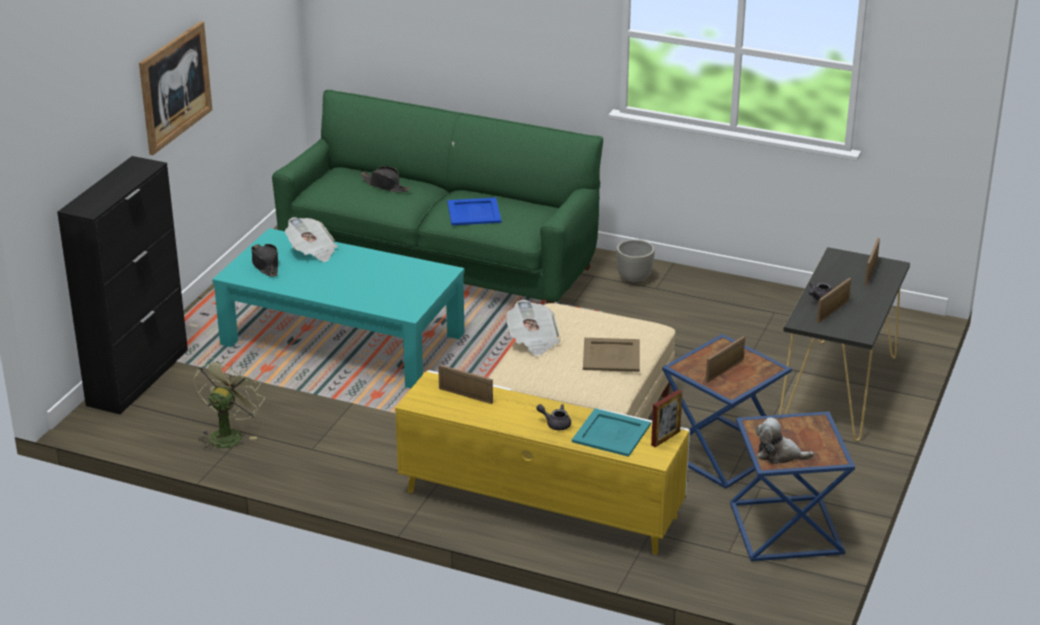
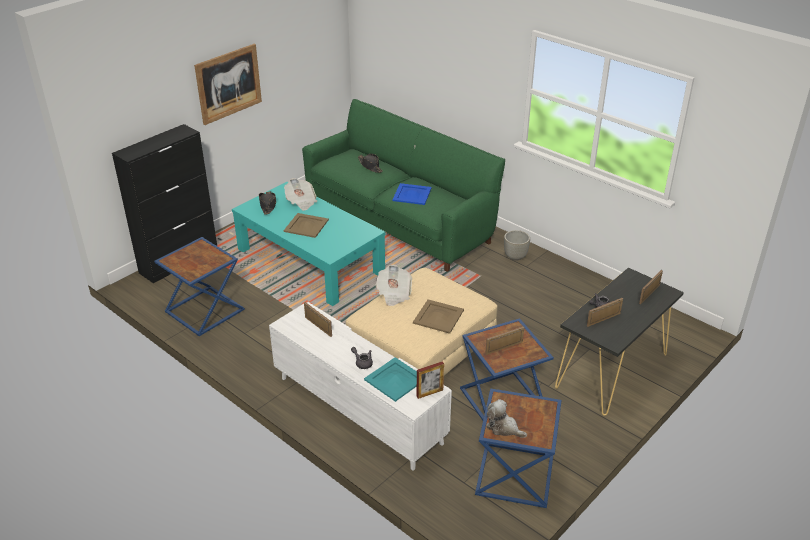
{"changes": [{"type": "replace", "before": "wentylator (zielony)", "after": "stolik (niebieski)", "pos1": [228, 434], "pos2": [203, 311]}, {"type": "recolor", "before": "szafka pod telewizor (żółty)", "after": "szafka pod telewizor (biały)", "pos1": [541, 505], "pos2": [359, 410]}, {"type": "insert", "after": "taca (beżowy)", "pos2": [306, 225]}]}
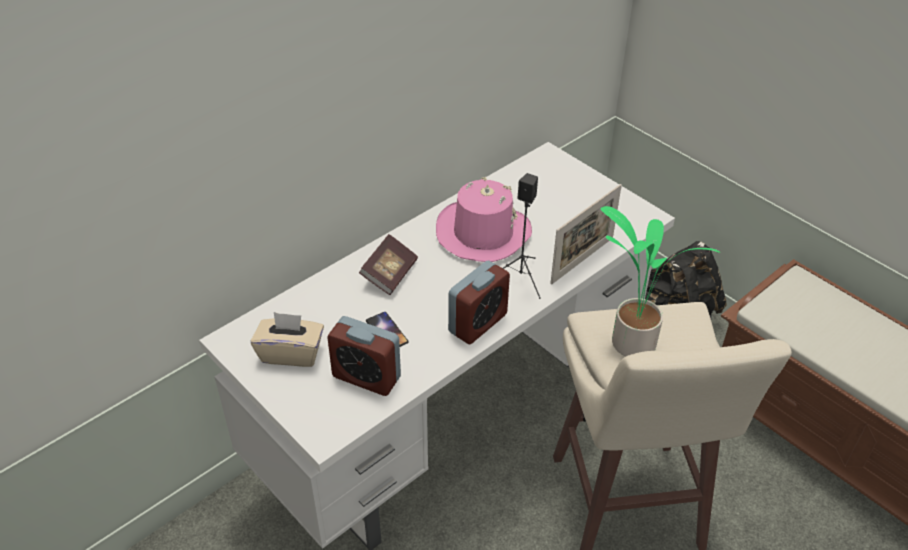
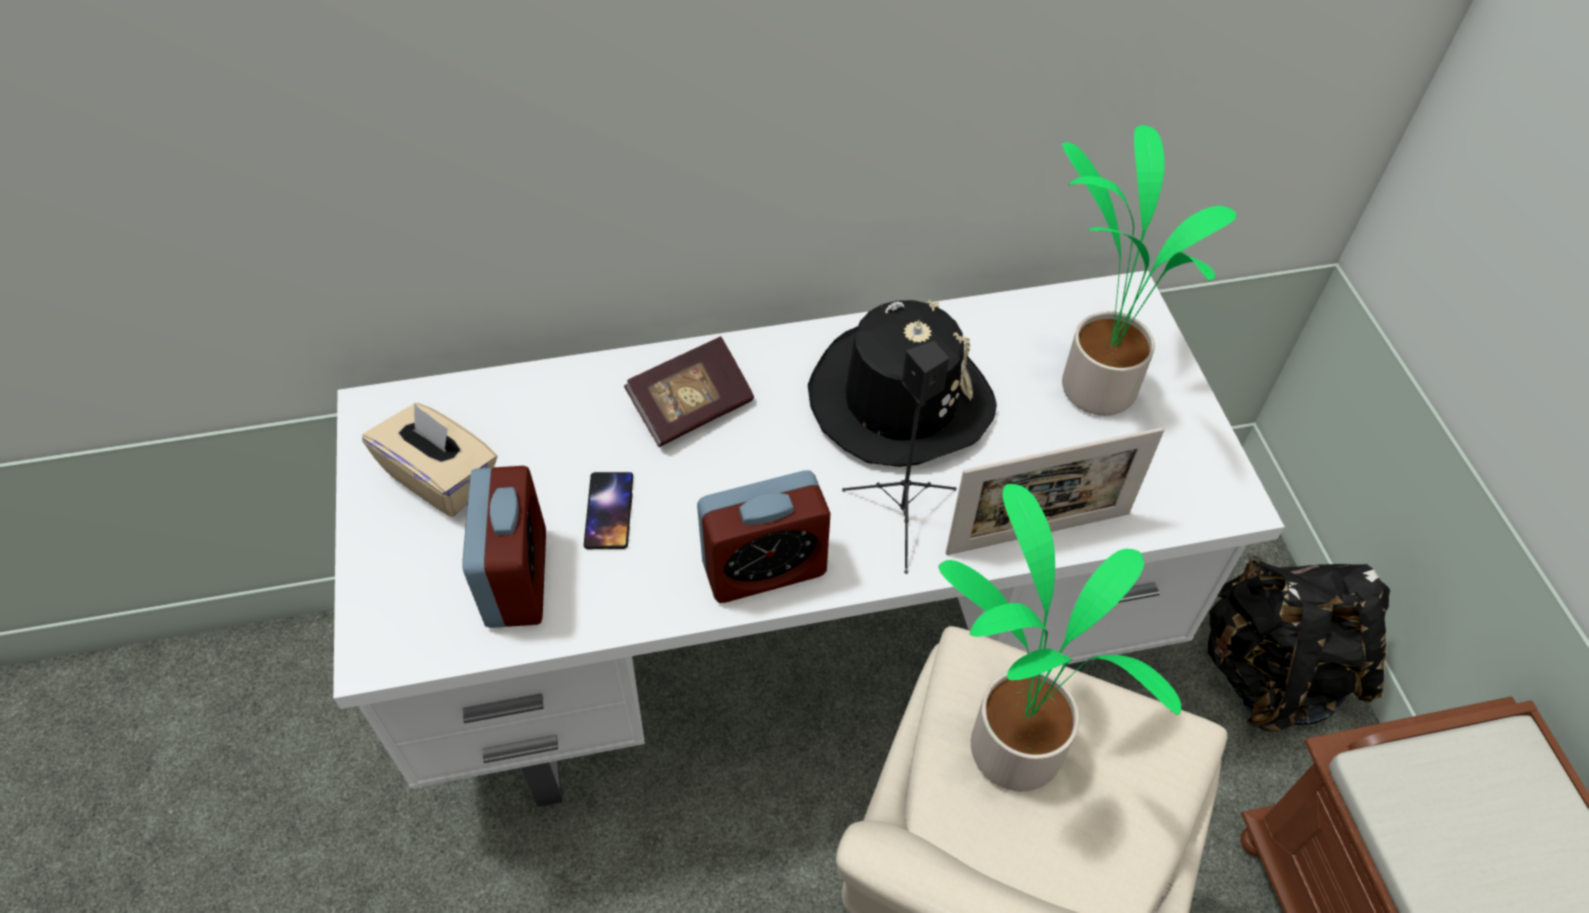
{"changes": [{"type": "rotate", "before": "budzik", "pos1": [366, 377], "pos2": [517, 578], "turn": -150}, {"type": "recolor", "before": "kapelusz (różowy)", "after": "kapelusz (czarny)", "pos1": [482, 233], "pos2": [899, 399]}, {"type": "insert", "after": "roślina doniczkowa", "pos2": [1093, 385]}]}
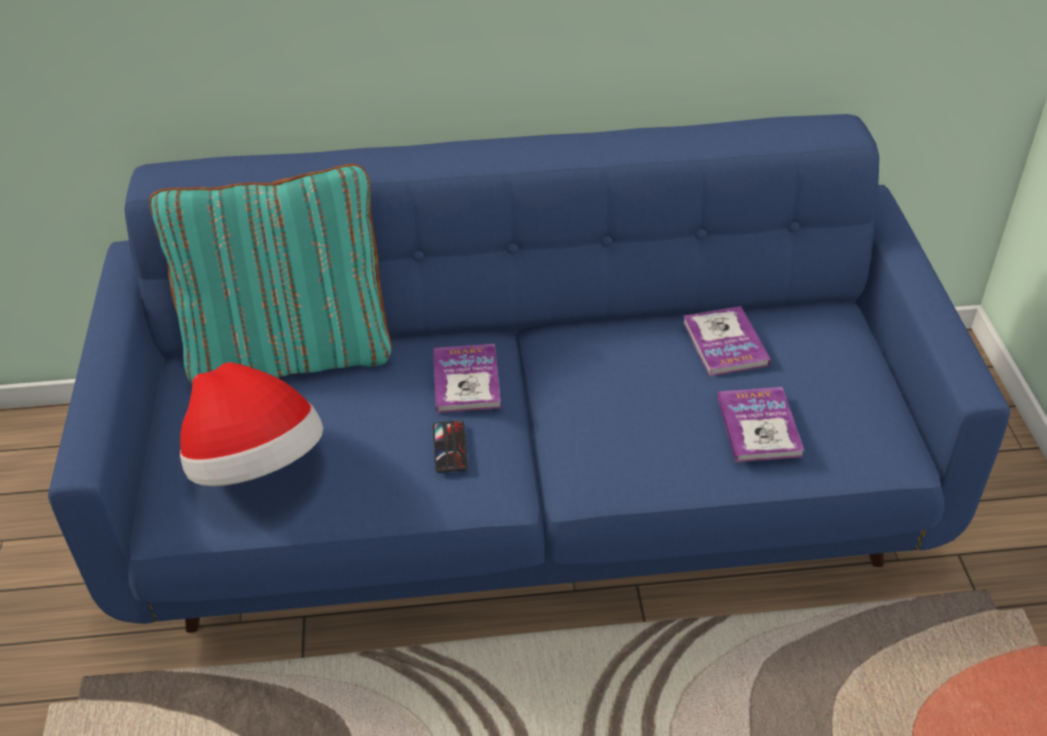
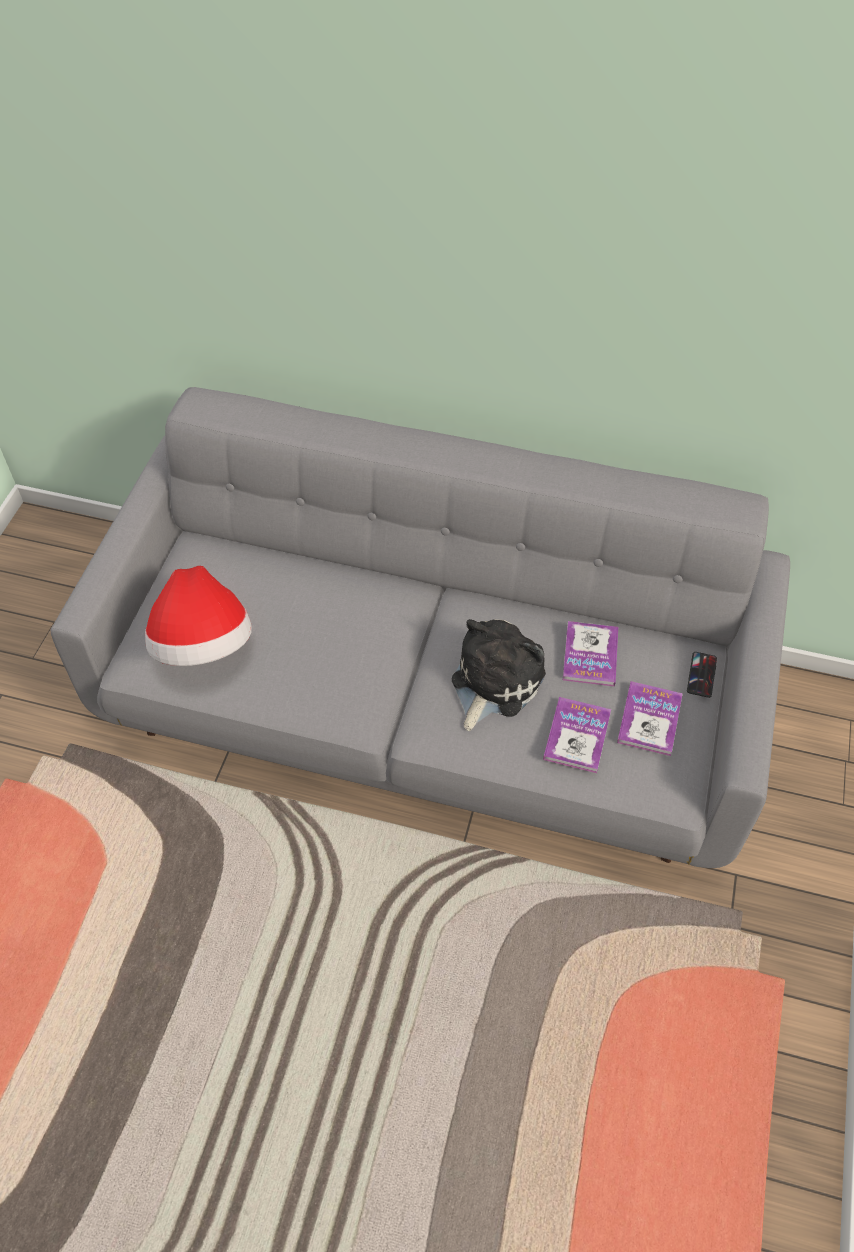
{"changes": [{"type": "recolor", "before": "kanapa (niebieski)", "after": "kanapa (szary)", "pos1": [528, 490], "pos2": [429, 705]}, {"type": "delete", "before": "poduszka (turkusowy)", "pos1": [291, 353]}, {"type": "move", "before": "książka", "pos1": [466, 380], "pos2": [649, 719]}, {"type": "move", "before": "telefon", "pos1": [450, 447], "pos2": [701, 675]}, {"type": "insert", "after": "pluszak", "pos2": [493, 682]}]}
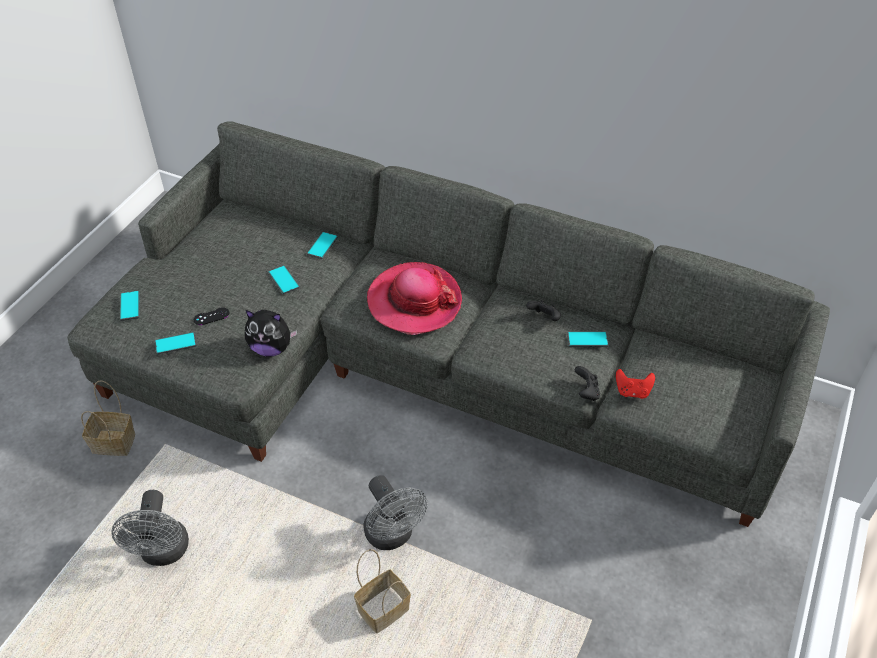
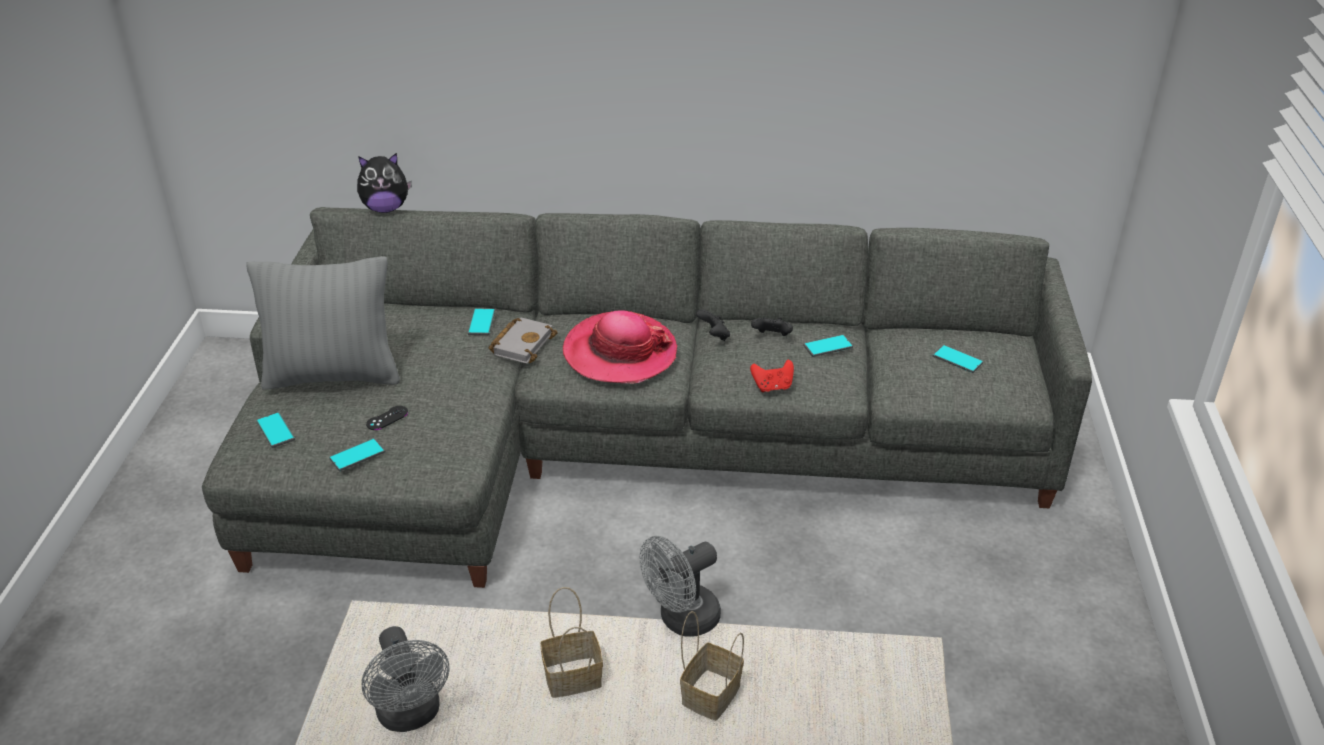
{"changes": [{"type": "move", "before": "koszyk", "pos1": [115, 442], "pos2": [574, 677]}, {"type": "move", "before": "pluszak", "pos1": [271, 348], "pos2": [386, 208]}, {"type": "move", "before": "telefon", "pos1": [283, 280], "pos2": [957, 359]}, {"type": "rotate", "before": "wentylator (szary)", "pos1": [392, 536], "pos2": [681, 620], "turn": 105}, {"type": "move", "before": "pad do gier (czarny)", "pos1": [586, 392], "pos2": [714, 335]}, {"type": "move", "before": "pad do gier (czerwony)", "pos1": [632, 391], "pos2": [772, 387]}, {"type": "insert", "after": "poduszka (szary)", "pos2": [333, 375]}, {"type": "insert", "after": "książka (szary)", "pos2": [522, 343]}]}
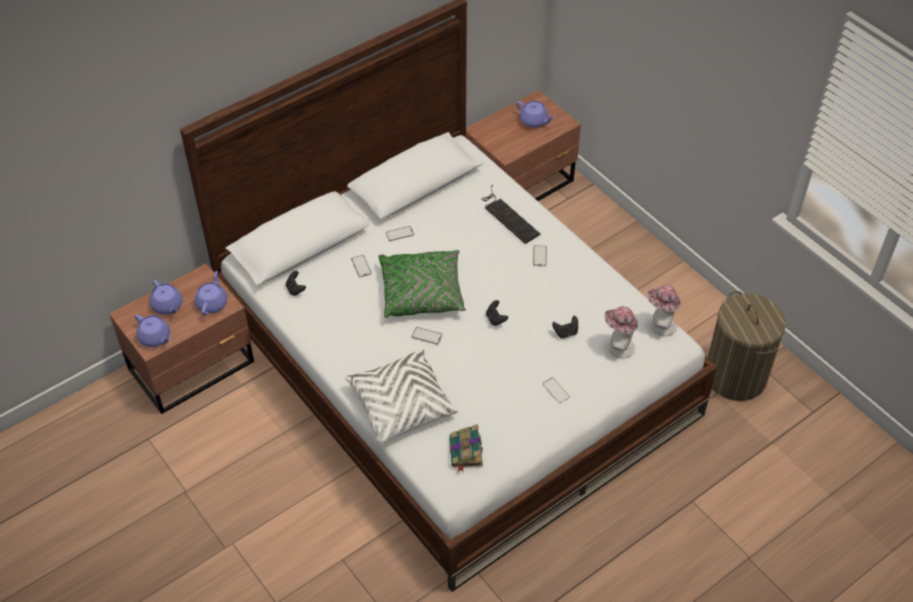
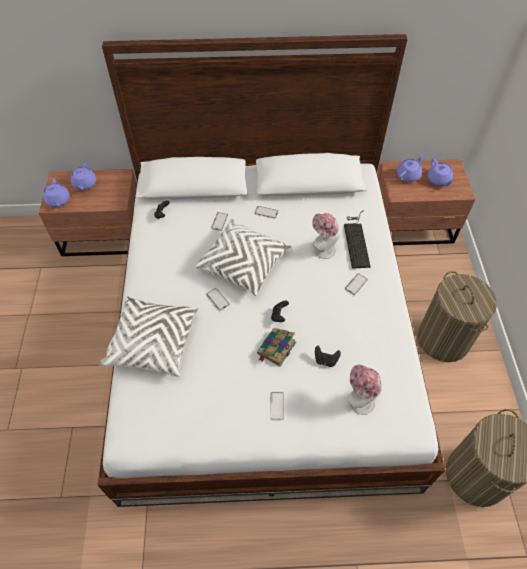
{"changes": [{"type": "move", "before": "imbryk (fioletowy)", "pos1": [212, 303], "pos2": [408, 175]}, {"type": "recolor", "before": "poduszka (zielony)", "after": "poduszka (biały)", "pos1": [422, 292], "pos2": [244, 264]}, {"type": "move", "before": "książka", "pos1": [466, 452], "pos2": [276, 349]}, {"type": "move", "before": "kapelusz", "pos1": [660, 325], "pos2": [322, 248]}, {"type": "insert", "after": "kosz na pranie", "pos2": [443, 339]}]}
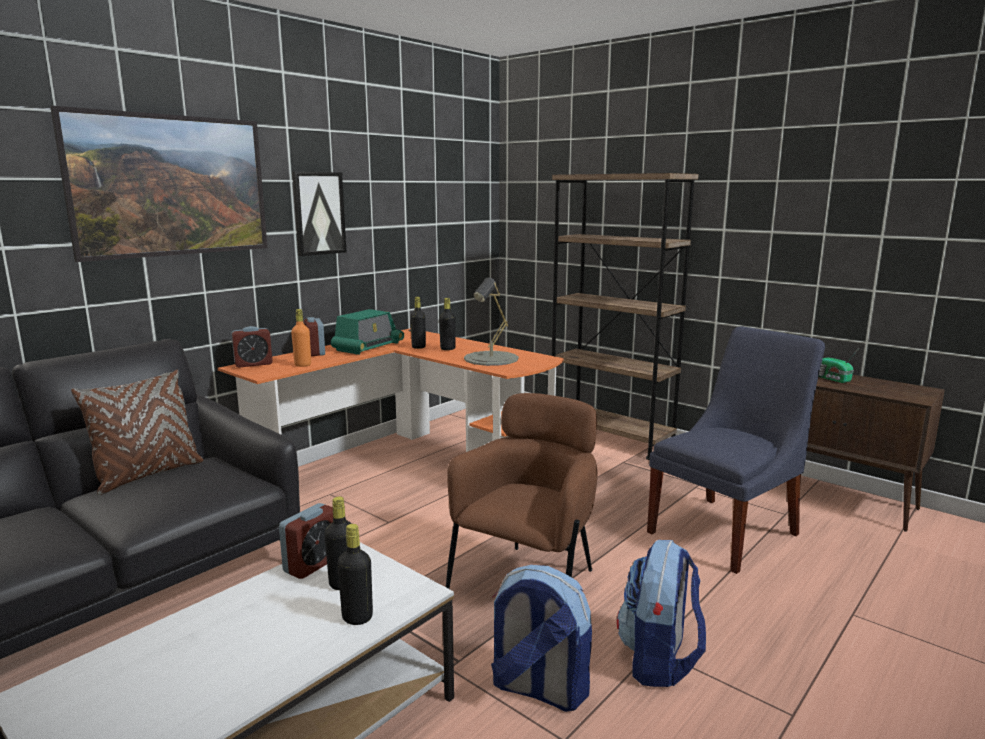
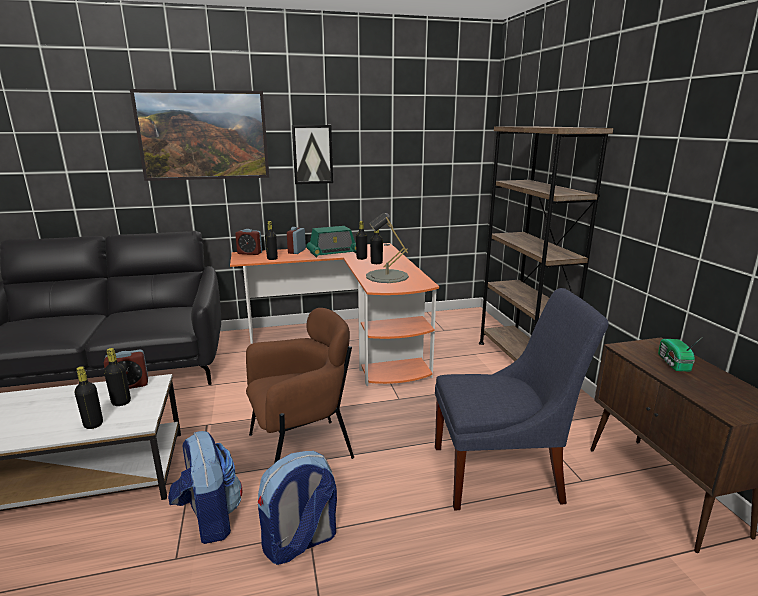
{"changes": [{"type": "delete", "before": "poduszka (brązowy)", "pos1": [147, 475]}, {"type": "recolor", "before": "butelka (pomarańczowy)", "after": "butelka (czarny)", "pos1": [303, 365], "pos2": [272, 259]}]}
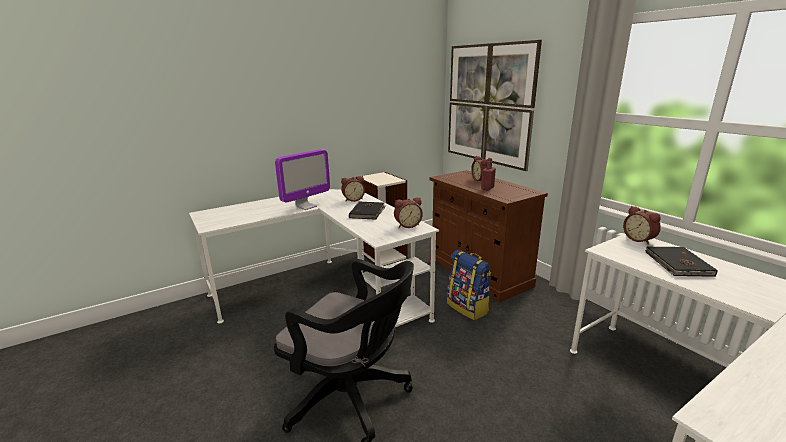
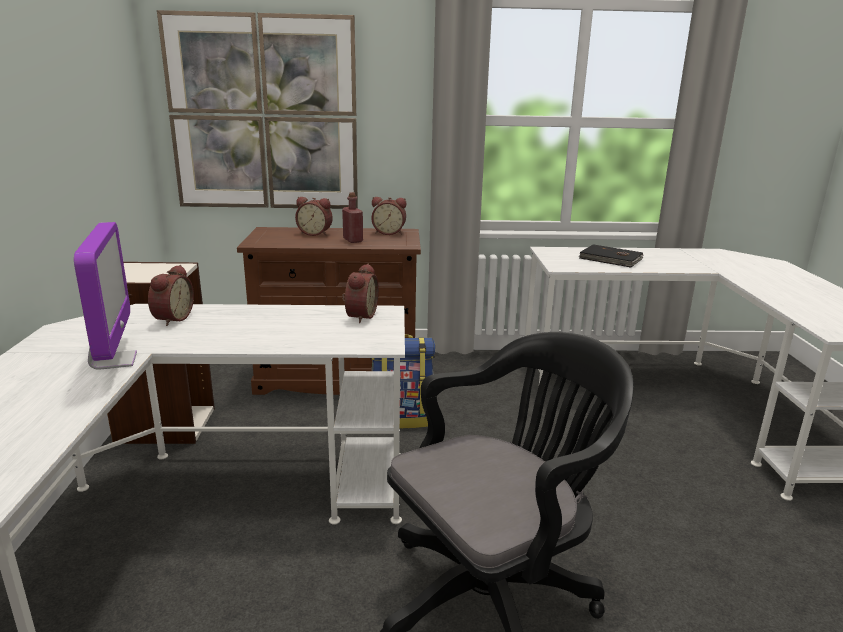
{"changes": [{"type": "delete", "before": "książka (czarny)", "pos1": [368, 212]}, {"type": "move", "before": "budzik", "pos1": [639, 239], "pos2": [389, 233]}]}
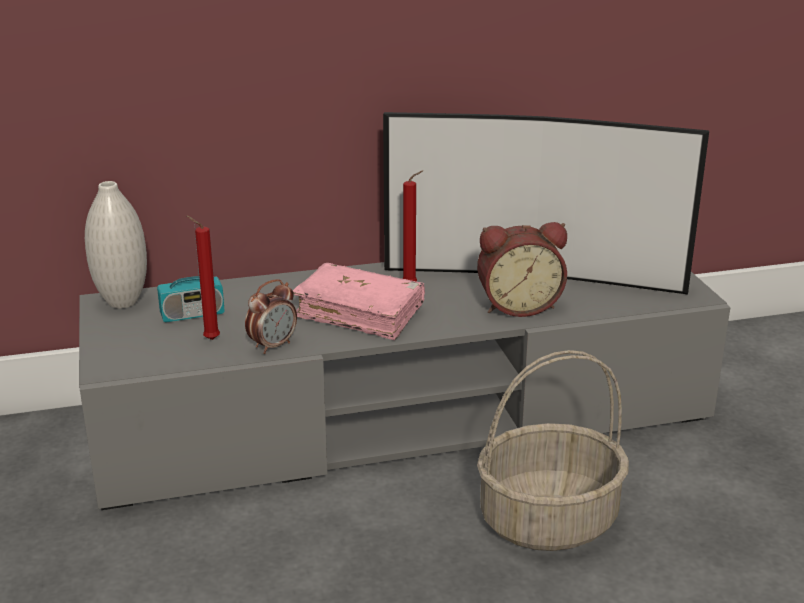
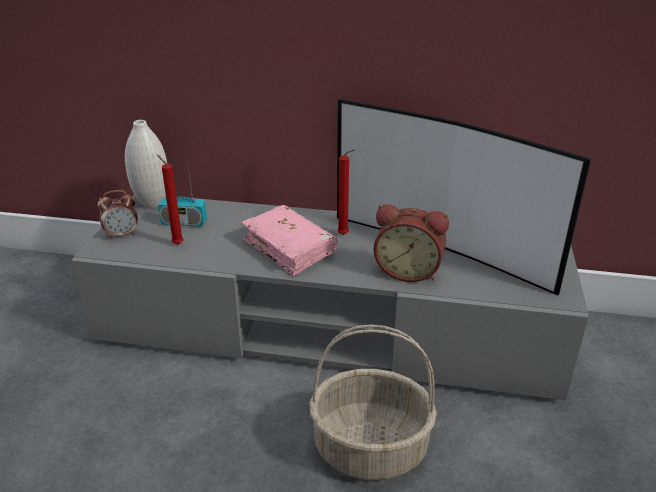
{"changes": [{"type": "move", "before": "budzik", "pos1": [273, 346], "pos2": [122, 235]}]}
